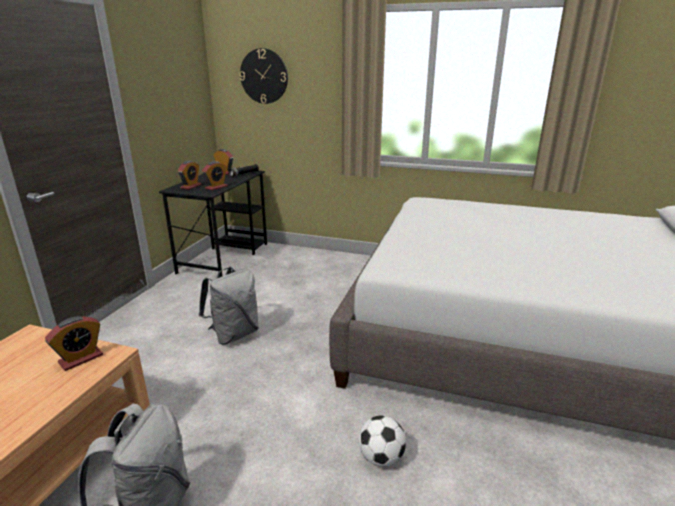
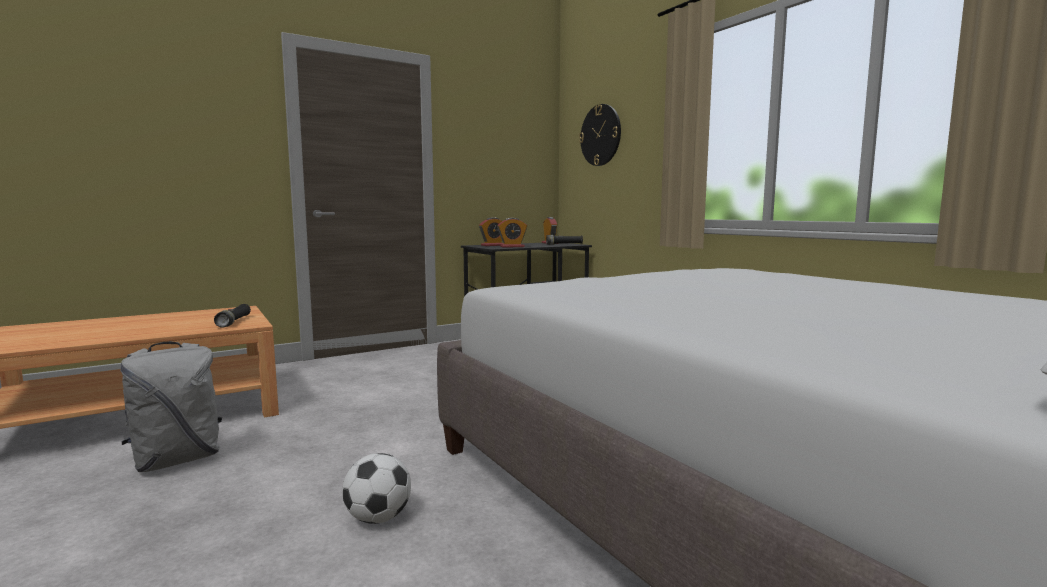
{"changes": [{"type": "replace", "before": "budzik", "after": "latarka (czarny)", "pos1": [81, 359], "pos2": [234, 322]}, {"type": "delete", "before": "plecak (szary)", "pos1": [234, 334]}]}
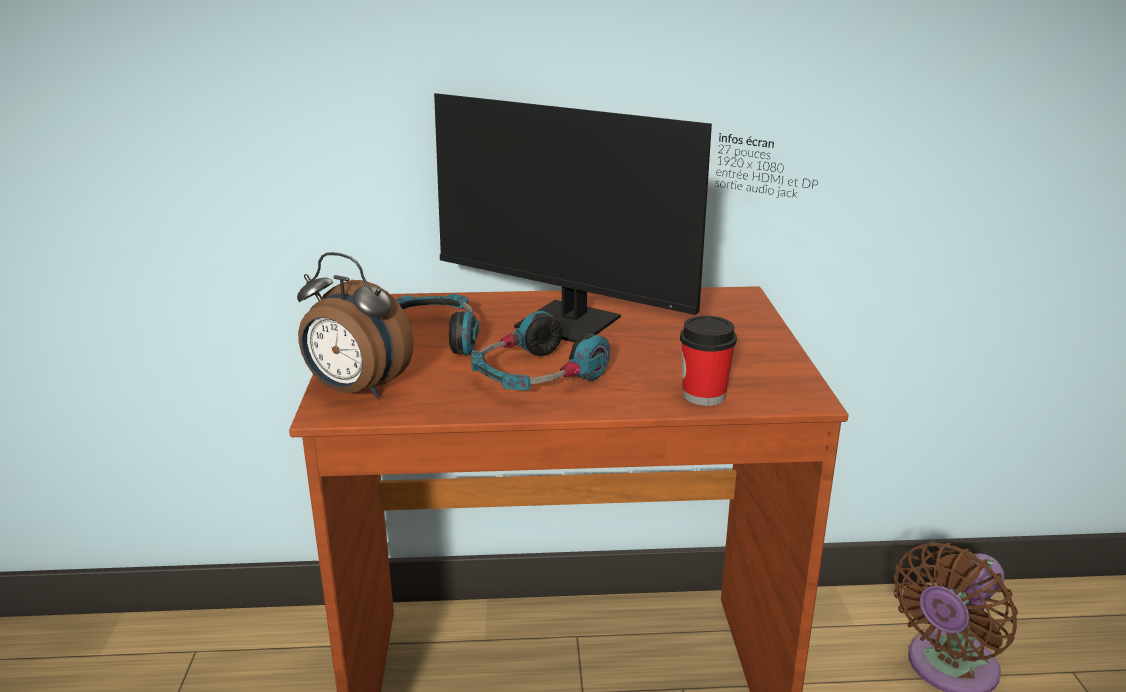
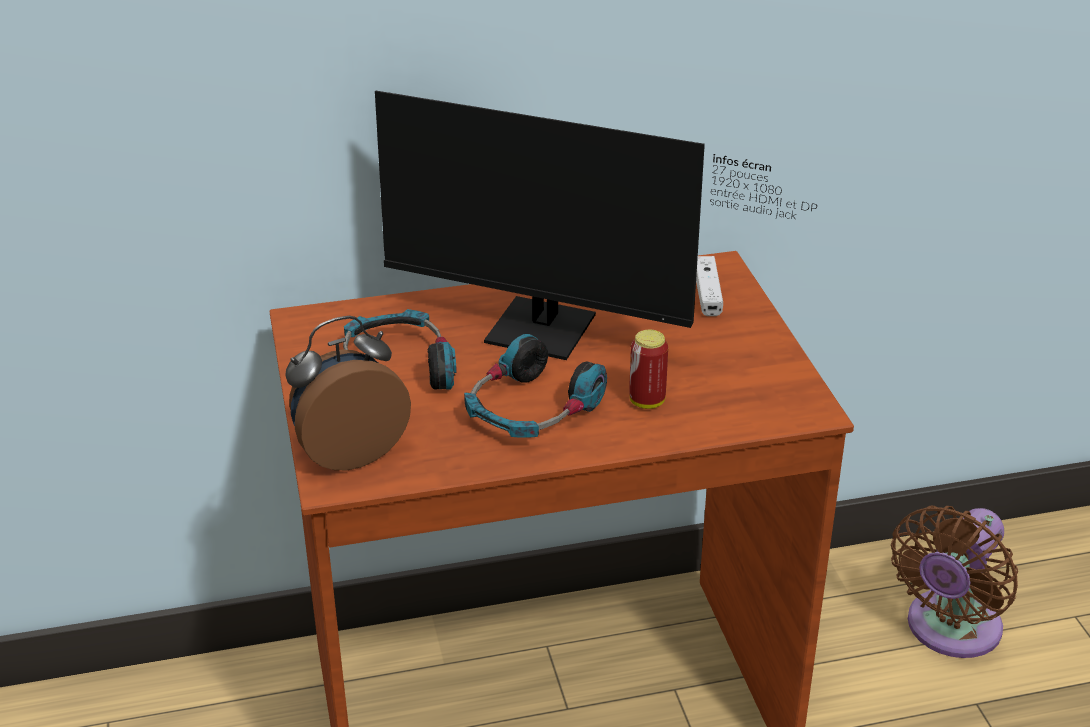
{"changes": [{"type": "rotate", "before": "budzik", "pos1": [356, 391], "pos2": [349, 451], "turn": 135}, {"type": "delete", "before": "filiżanka", "pos1": [704, 395]}, {"type": "insert", "after": "puszka", "pos2": [647, 401]}, {"type": "insert", "after": "pad do gier (biały)", "pos2": [707, 294]}]}
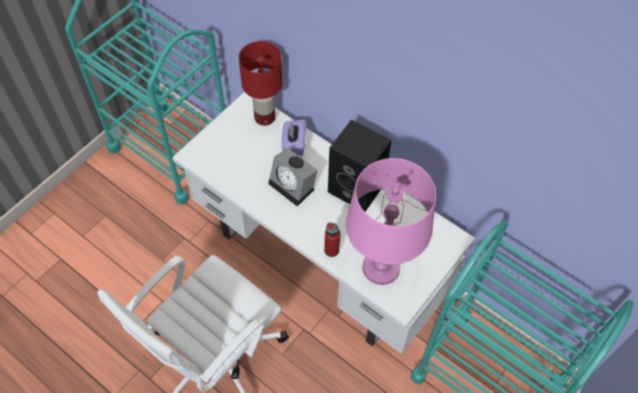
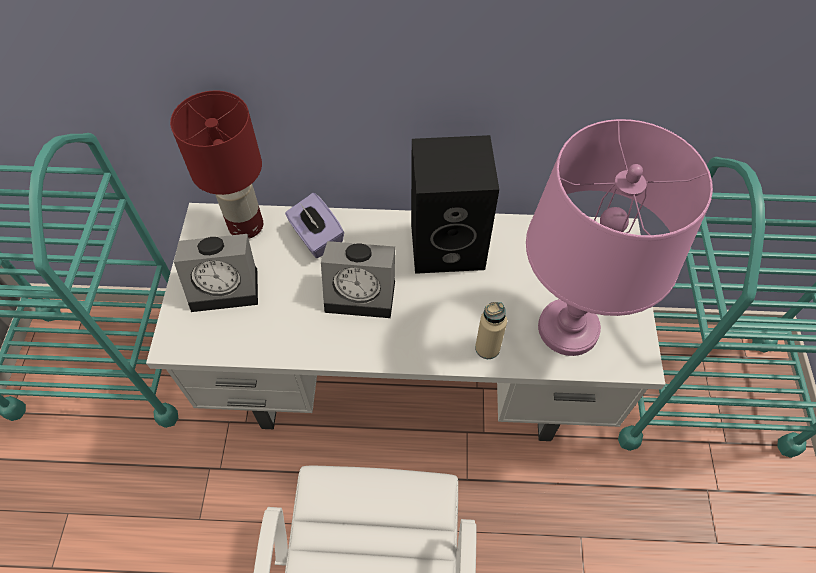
{"changes": [{"type": "recolor", "before": "butelka (czerwony)", "after": "butelka (beżowy)", "pos1": [331, 250], "pos2": [487, 348]}, {"type": "insert", "after": "budzik", "pos2": [227, 286]}]}
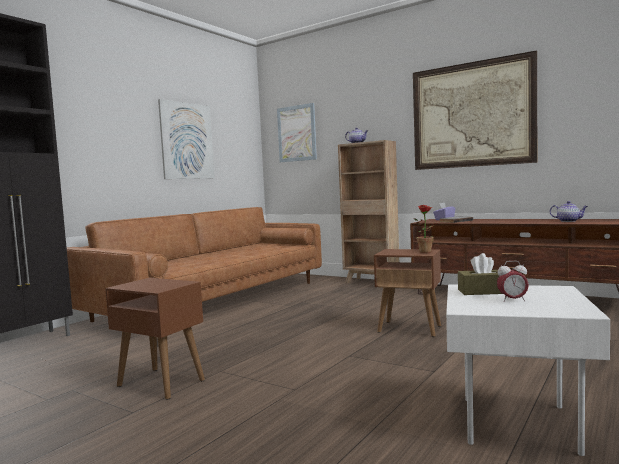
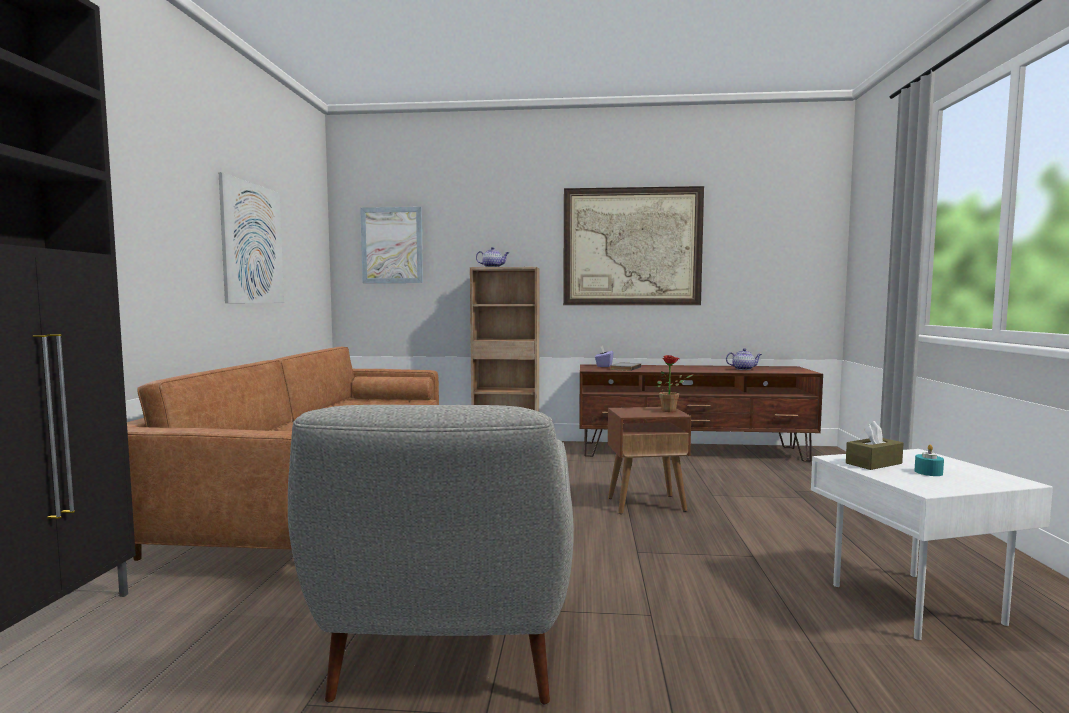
{"changes": [{"type": "replace", "before": "stolik (brązowy)", "after": "fotel (szary)", "pos1": [160, 383], "pos2": [450, 650]}, {"type": "replace", "before": "budzik", "after": "świeca (turkusowy)", "pos1": [512, 300], "pos2": [928, 472]}]}
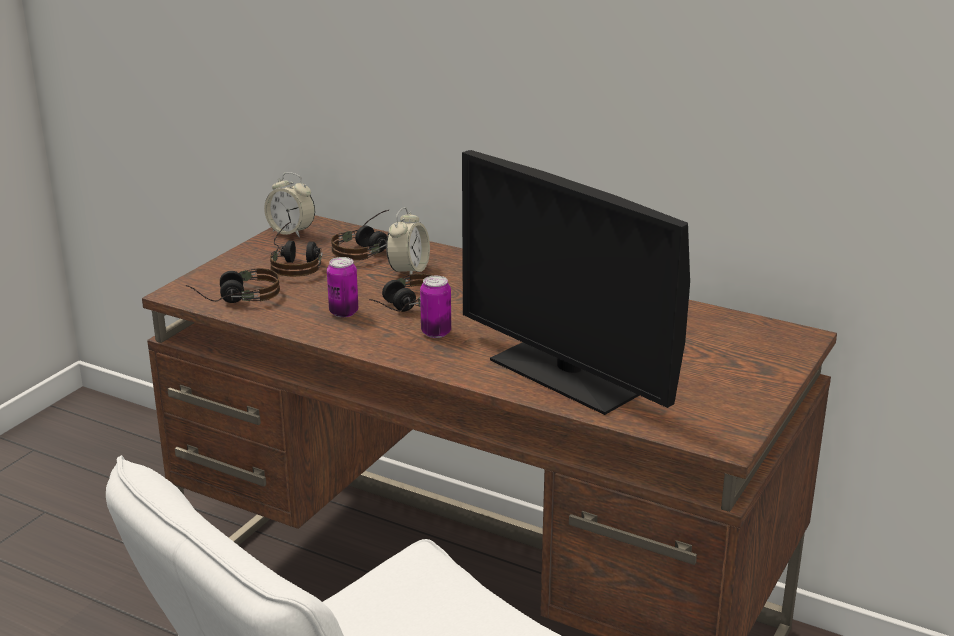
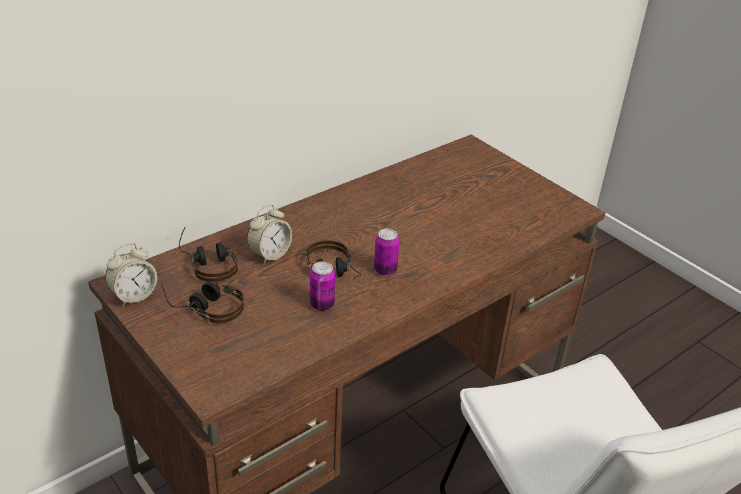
{"changes": [{"type": "delete", "before": "słuchawki", "pos1": [234, 298]}, {"type": "rotate", "before": "budzik", "pos1": [408, 270], "pos2": [270, 254], "turn": 90}, {"type": "delete", "before": "monitor", "pos1": [568, 374]}]}
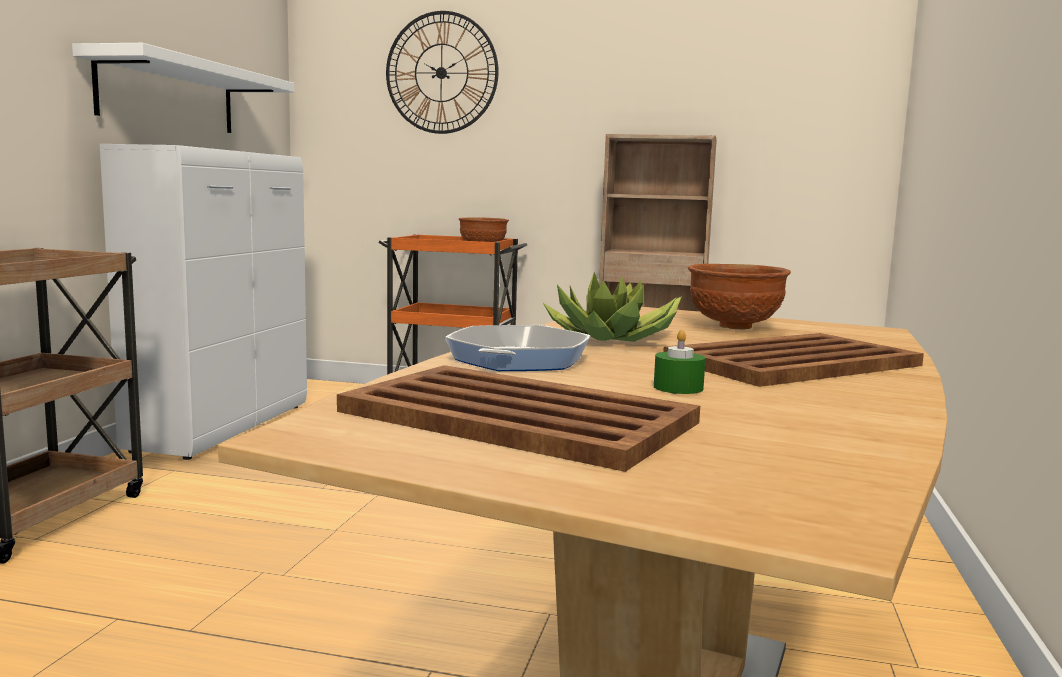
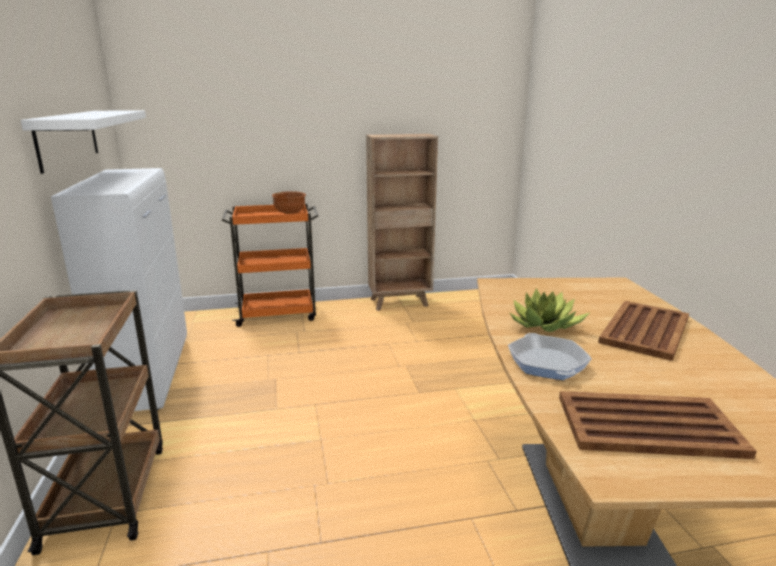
{"changes": [{"type": "delete", "before": "zegar ścienny", "pos1": [441, 73]}, {"type": "delete", "before": "świeca (zielony)", "pos1": [678, 388]}, {"type": "delete", "before": "miska (brązowy)", "pos1": [733, 327]}]}
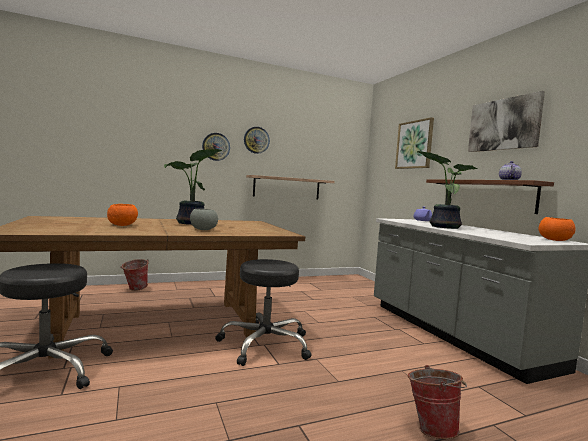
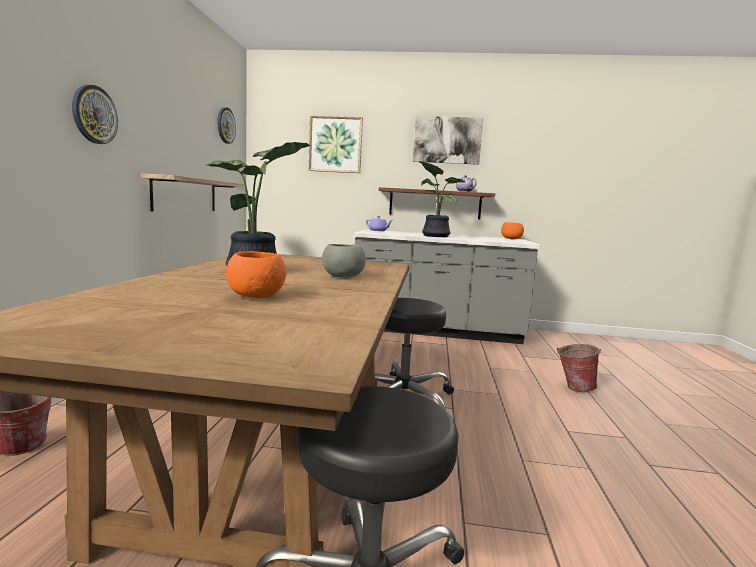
{"changes": [{"type": "move", "before": "zegar ścienny", "pos1": [256, 140], "pos2": [225, 125]}]}
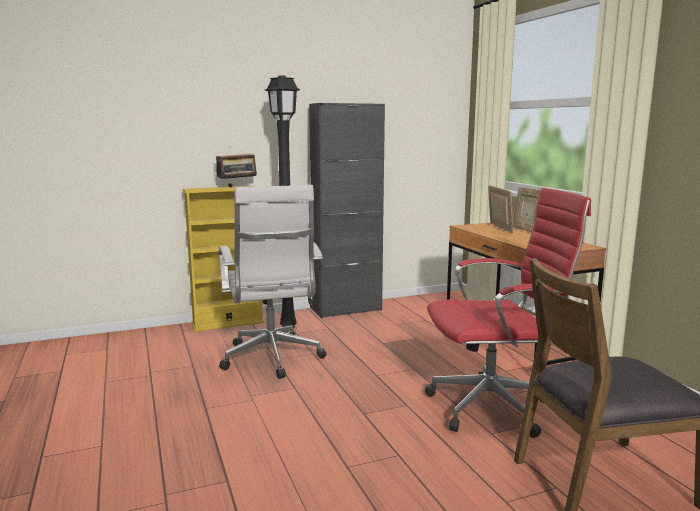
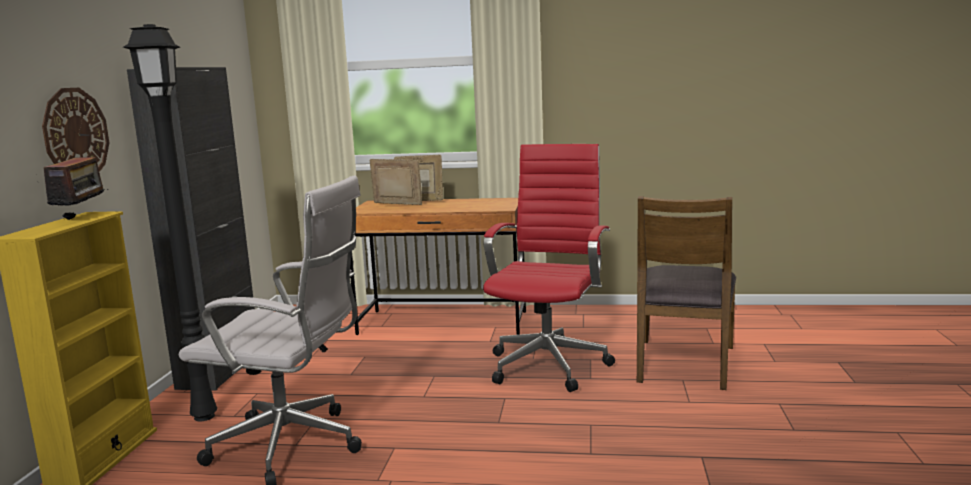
{"changes": [{"type": "insert", "after": "zegar ścienny", "pos2": [75, 134]}]}
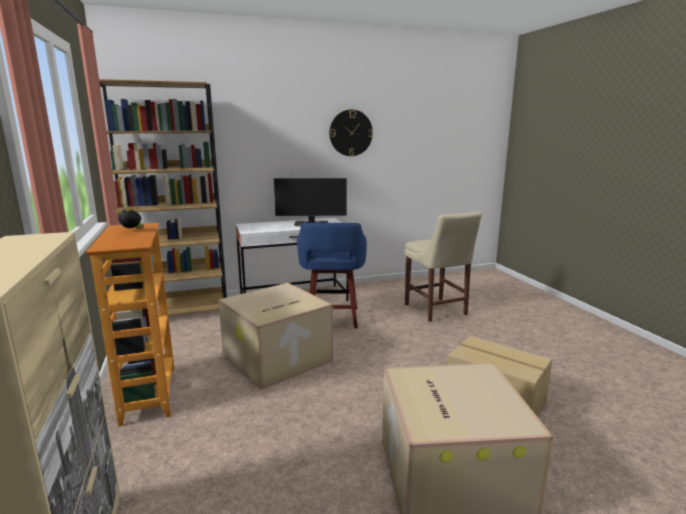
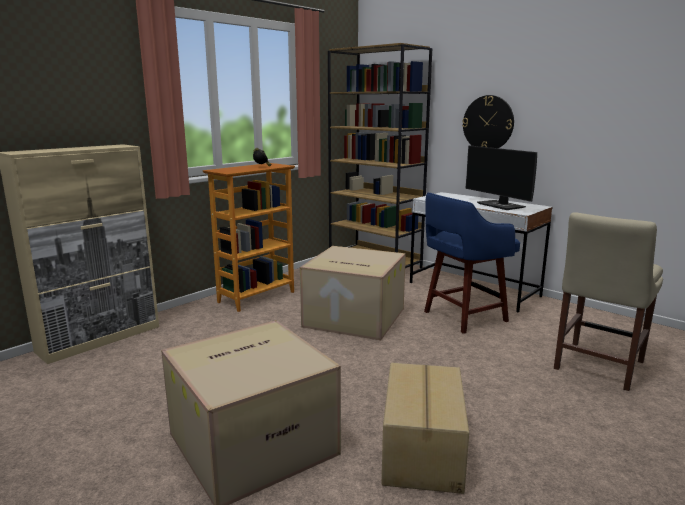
{"changes": [{"type": "move", "before": "zegar ścienny", "pos1": [351, 133], "pos2": [488, 123]}]}
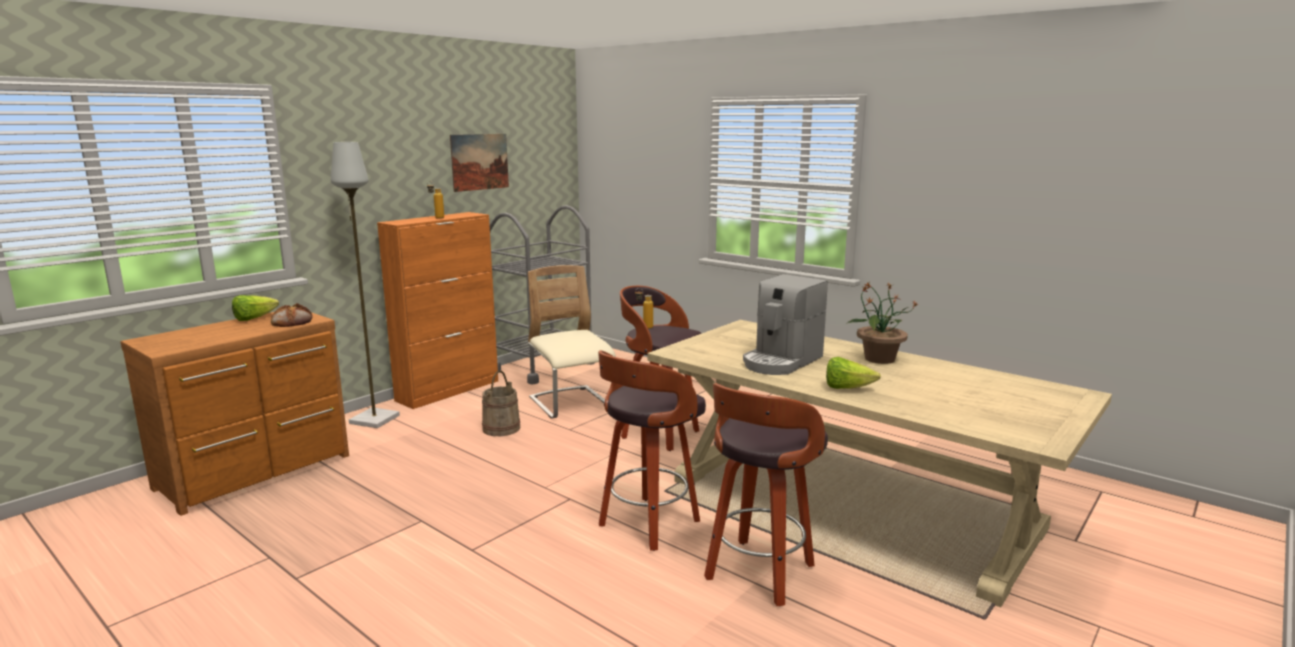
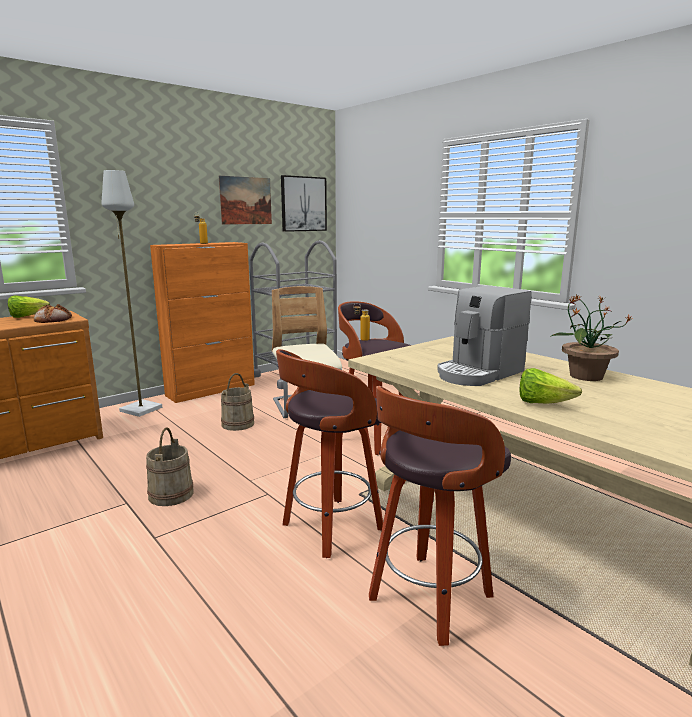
{"changes": [{"type": "insert", "after": "wiadro (beżowy)", "pos2": [171, 494]}, {"type": "insert", "after": "obraz", "pos2": [303, 204]}]}
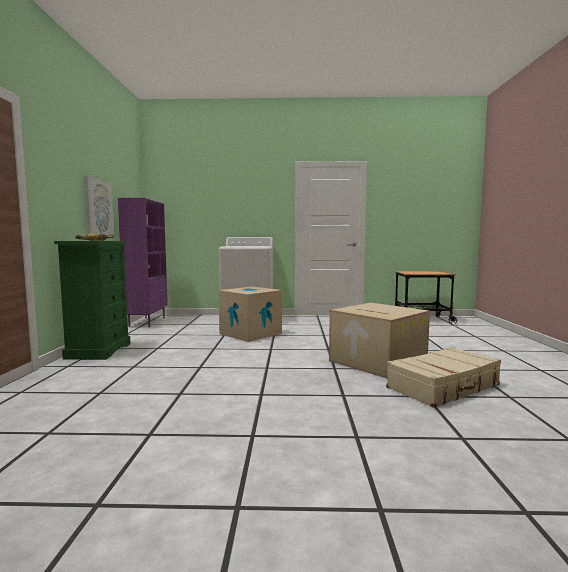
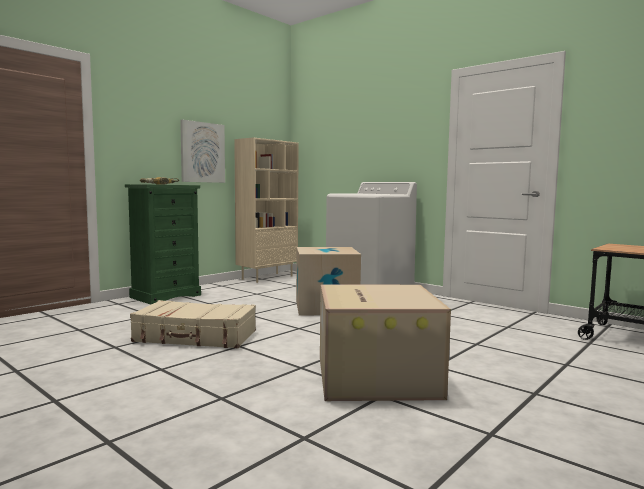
{"changes": [{"type": "recolor", "before": "regał (fioletowy)", "after": "regał (beżowy)", "pos1": [147, 322], "pos2": [267, 277]}, {"type": "move", "before": "walizka (beżowy)", "pos1": [444, 387], "pos2": [195, 337]}]}
